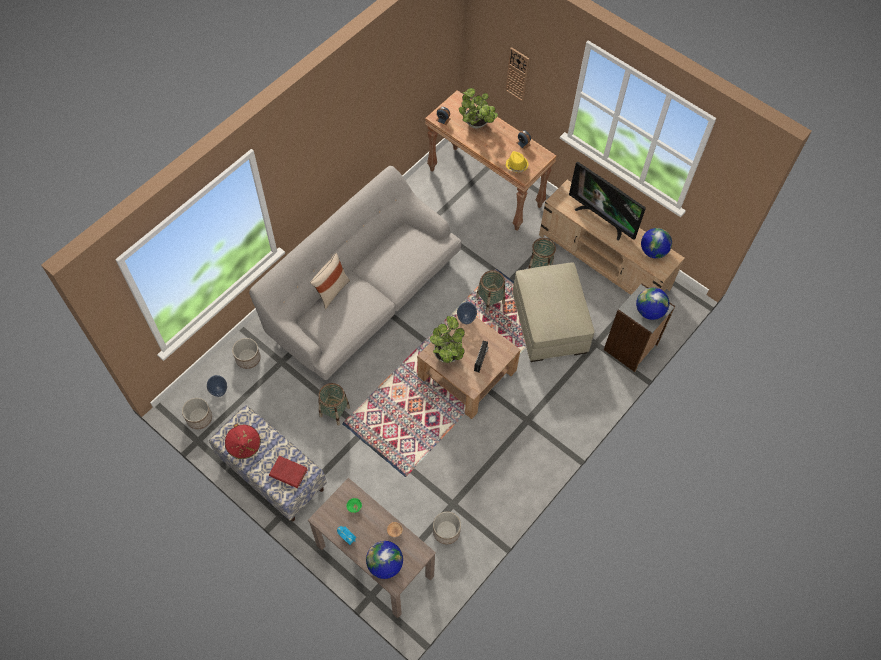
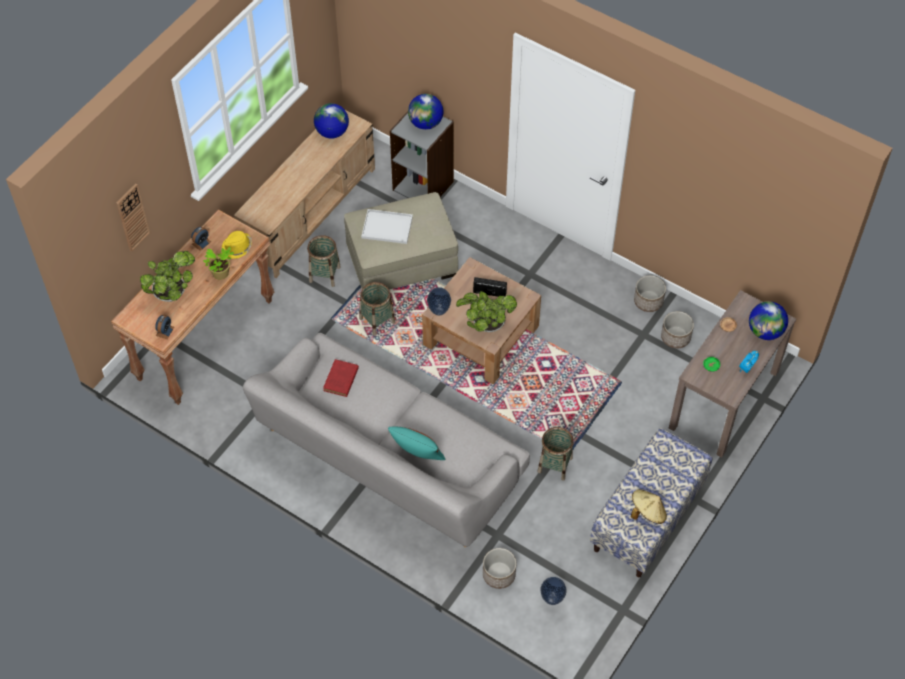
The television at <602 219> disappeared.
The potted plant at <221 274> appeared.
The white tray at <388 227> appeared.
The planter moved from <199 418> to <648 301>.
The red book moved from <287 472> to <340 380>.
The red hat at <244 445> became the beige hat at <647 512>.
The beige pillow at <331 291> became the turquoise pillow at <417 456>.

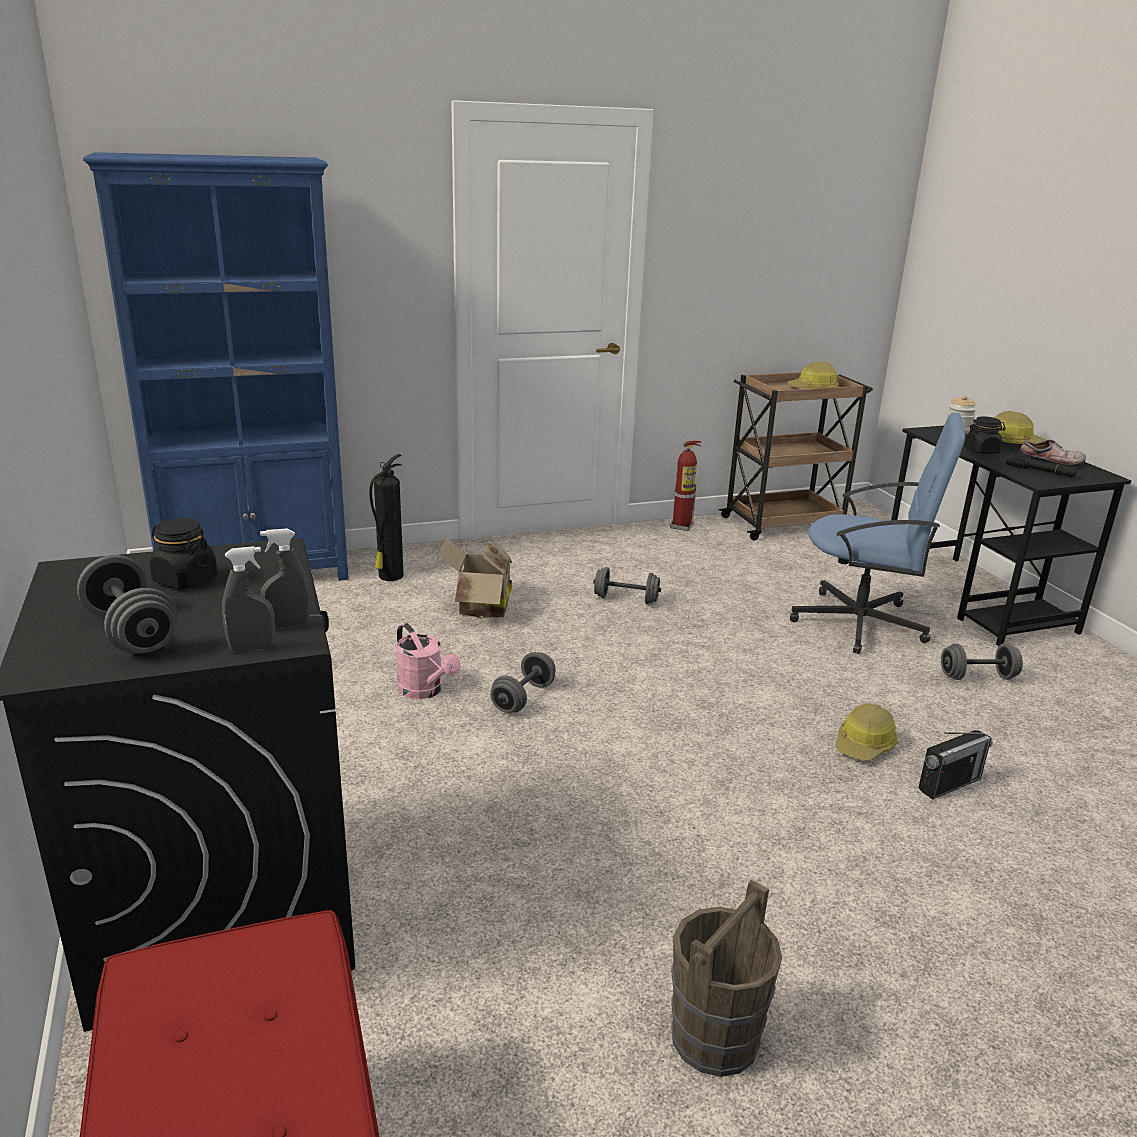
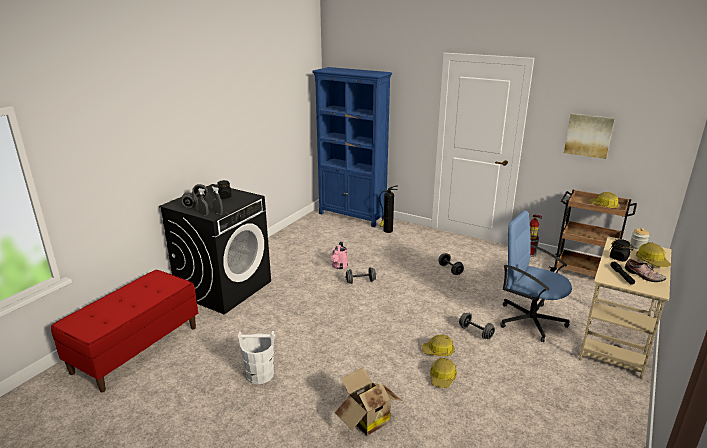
The picture at <588 135> appeared.
The cardboard box moved from <479 608> to <366 419>.
The grey dumbbell moved from <977 677> to <475 332>.
The radio at <949 784> was replaced by the hard hat at <442 378>.
The brown bucket at <714 1038> became the white bucket at <259 374>.
The black desk at <976 600> became the beige desk at <615 340>.
The blue office chair at <861 623> turned 150 degrees clockwise.

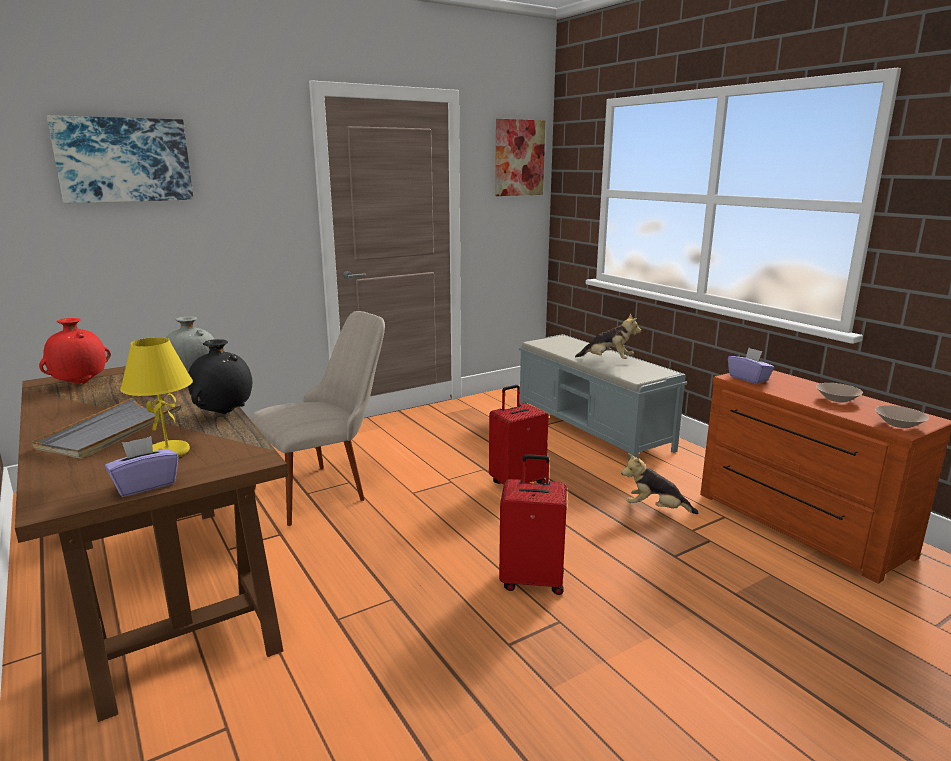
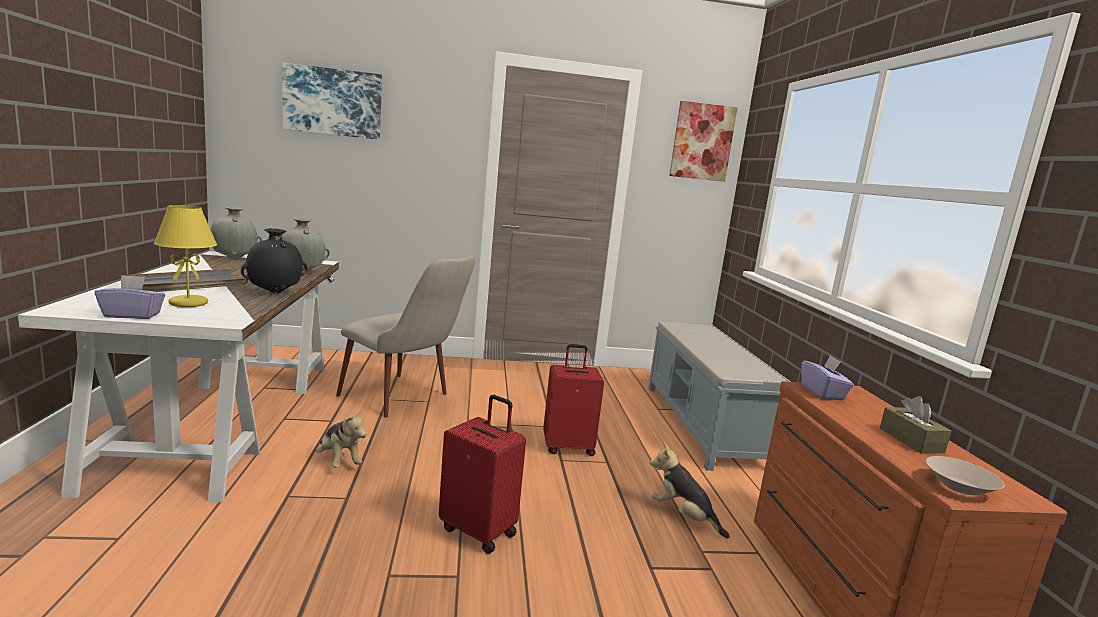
The plush toy moved from <608 360> to <339 461>.
The beige bowl at <837 399> was replaced by the brown tissue box at <911 440>.
The brown desk at <159 571> became the white desk at <224 417>.
The red vase at <81 383> became the grey vase at <235 259>.
The beige chair at <325 488> turned 45 degrees clockwise.

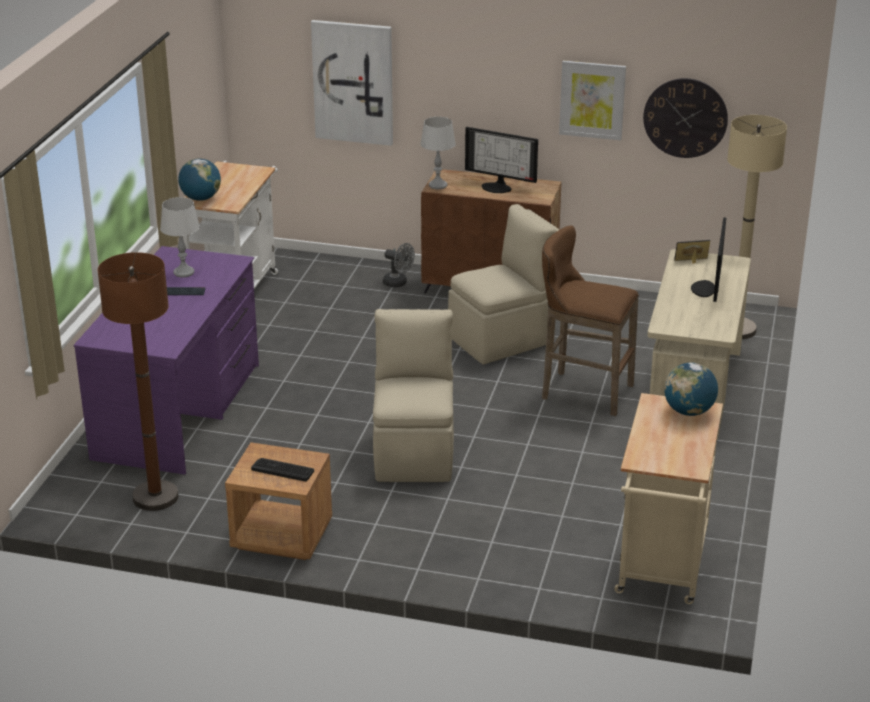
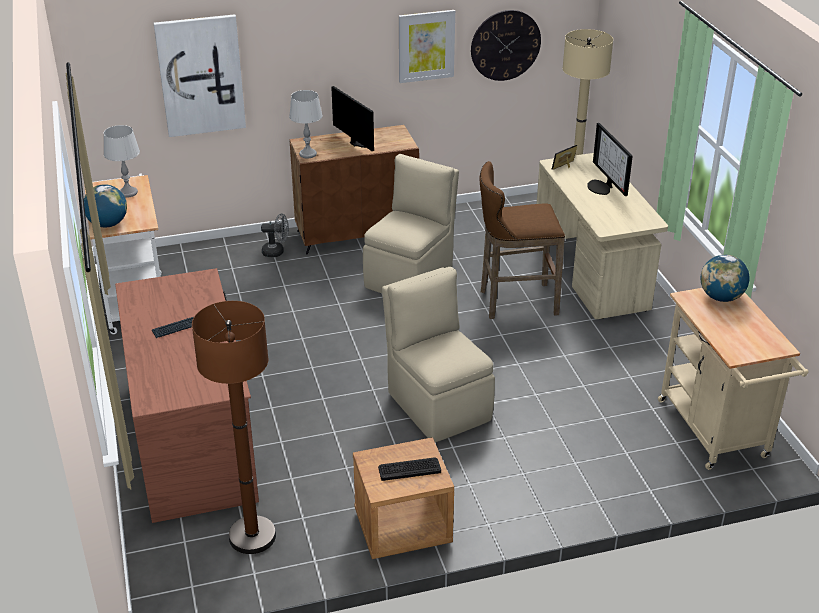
The grey table lamp moved from <184 272> to <128 192>.
The purple desk at <179 410> became the brown desk at <193 439>.
The monitor at <498 186> turned 120 degrees counterclockwise.

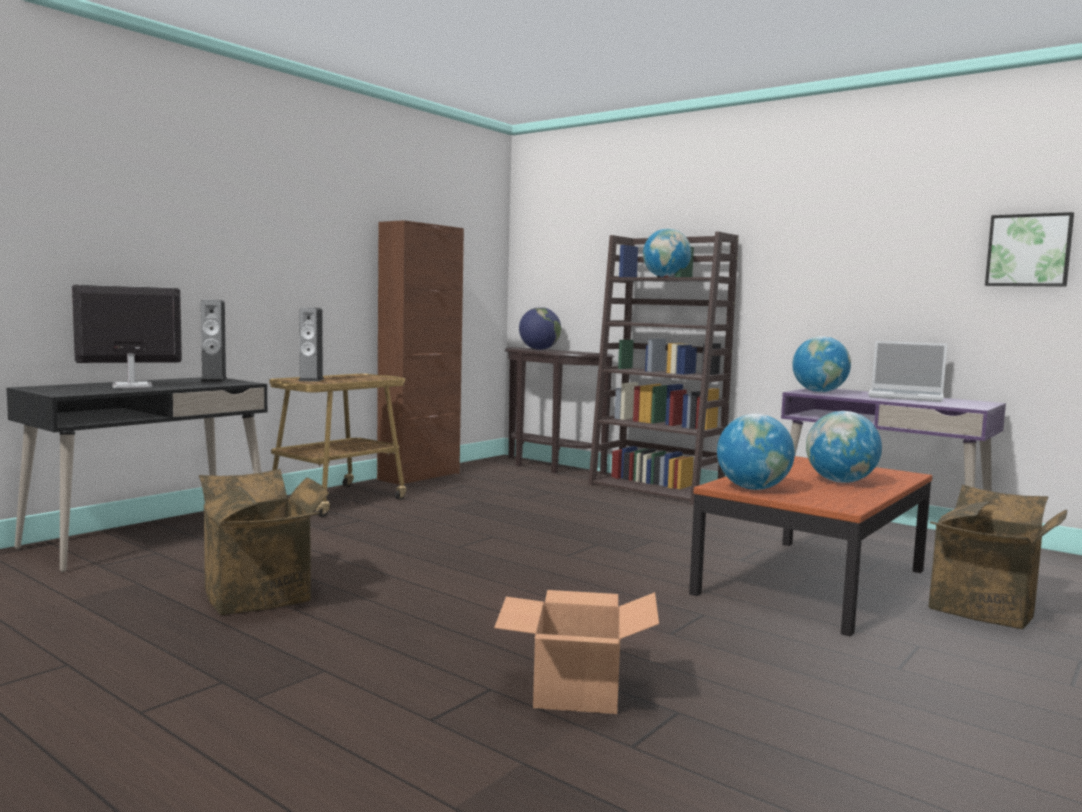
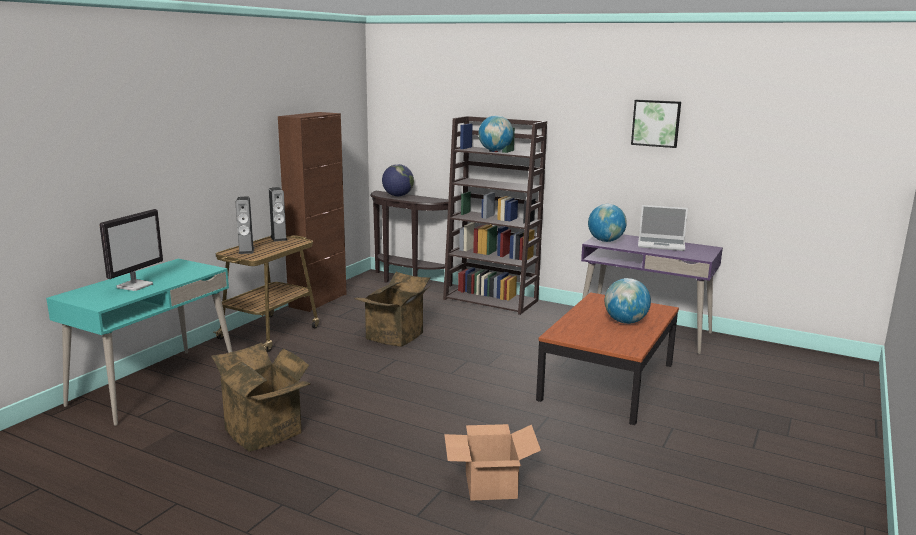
The globe at <753 488> disappeared.
The speaker moved from <214 380> to <278 238>.
The cardboard box moved from <987 609> to <396 337>.
The picture moved from <1029 250> to <656 123>.
The black desk at <148 537> became the turquoise desk at <154 385>.
The monitor at <130 386> turned 150 degrees clockwise.

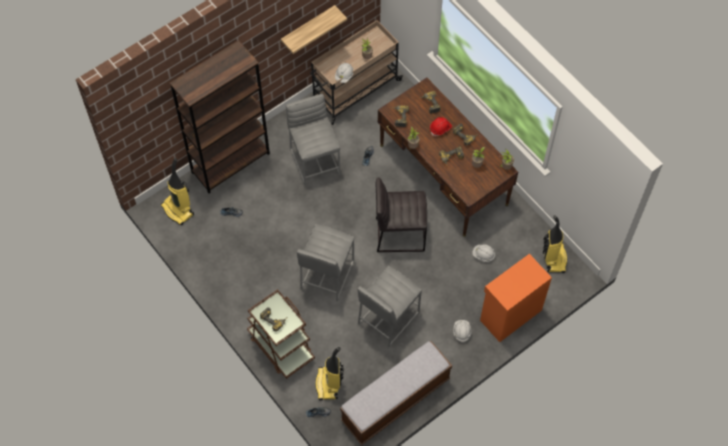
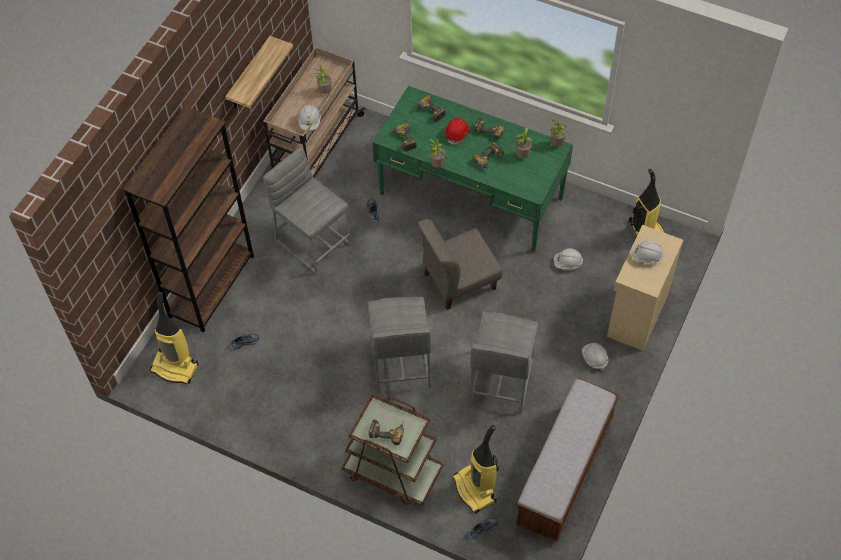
The white hard hat at <646 257> appeared.
The grey stool at <399 234> was replaced by the grey chair at <459 281>.
The brown desk at <443 174> became the green desk at <471 196>.
The orange cabinet at <509 315> became the beige cabinet at <636 315>.

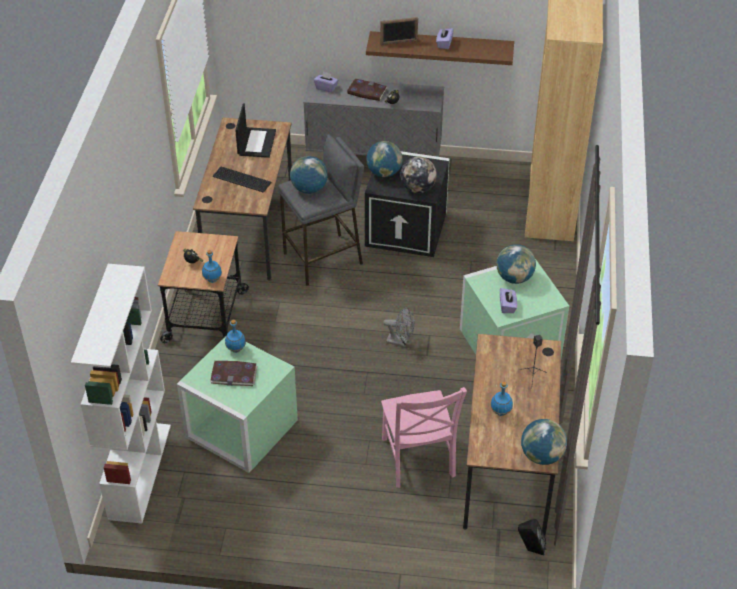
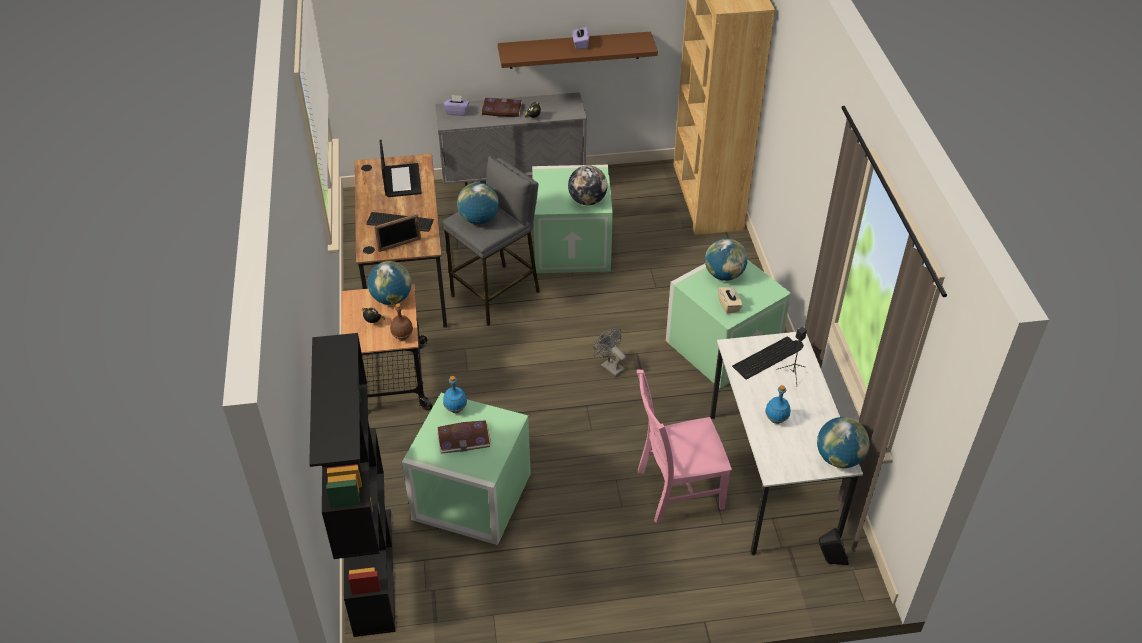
The keyboard at <768 358> appeared.
The globe moved from <384 173> to <391 298>.
The picture frame moved from <399 42> to <399 245>.
The white bookcase at <139 470> became the black bookcase at <372 570>.
The blue bottle at <212 279> became the brown bottle at <402 336>.
The black storage box at <407 228> became the green storage box at <572 246>.
The brown desk at <507 467> became the white desk at <771 477>.
The purple tissue box at <507 306> became the beige tissue box at <729 305>.
The pink chair at <418 460> turned 105 degrees clockwise.
The grey fan at <400 341> turned 135 degrees counterclockwise.

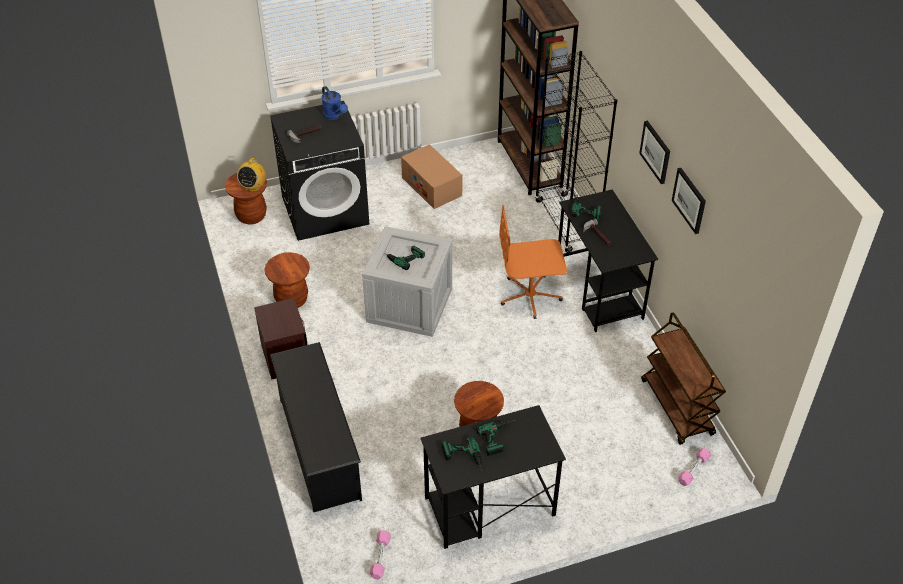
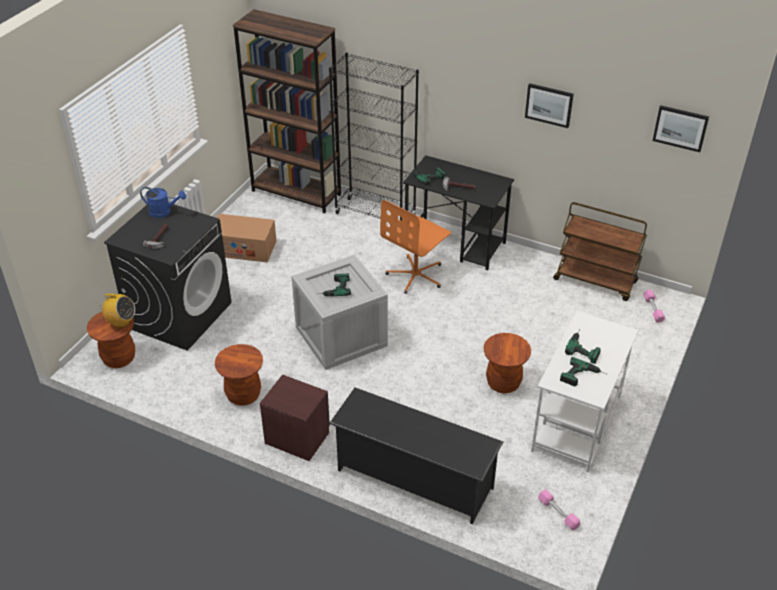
The picture moved from <655 152> to <680 128>.
The black desk at <488 507> became the white desk at <576 424>.
The radio at <253 187> turned 45 degrees counterclockwise.

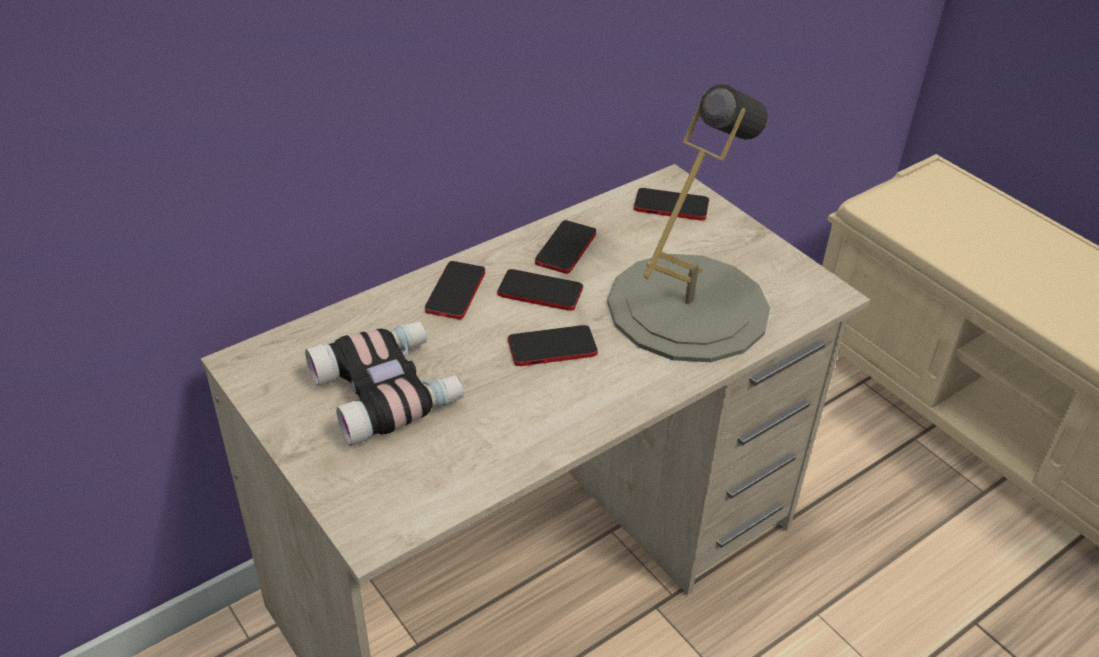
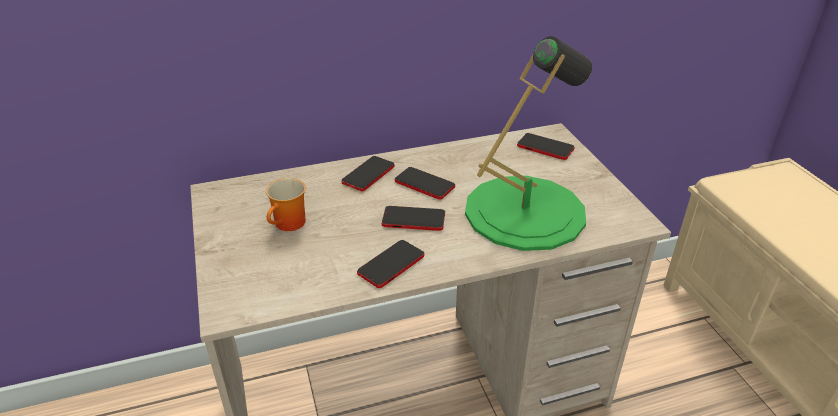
The phone moved from <565 248> to <391 264>.
The binoculars at <388 390> was replaced by the mug at <290 225>.
The grey table lamp at <687 306> became the green table lamp at <524 211>.

